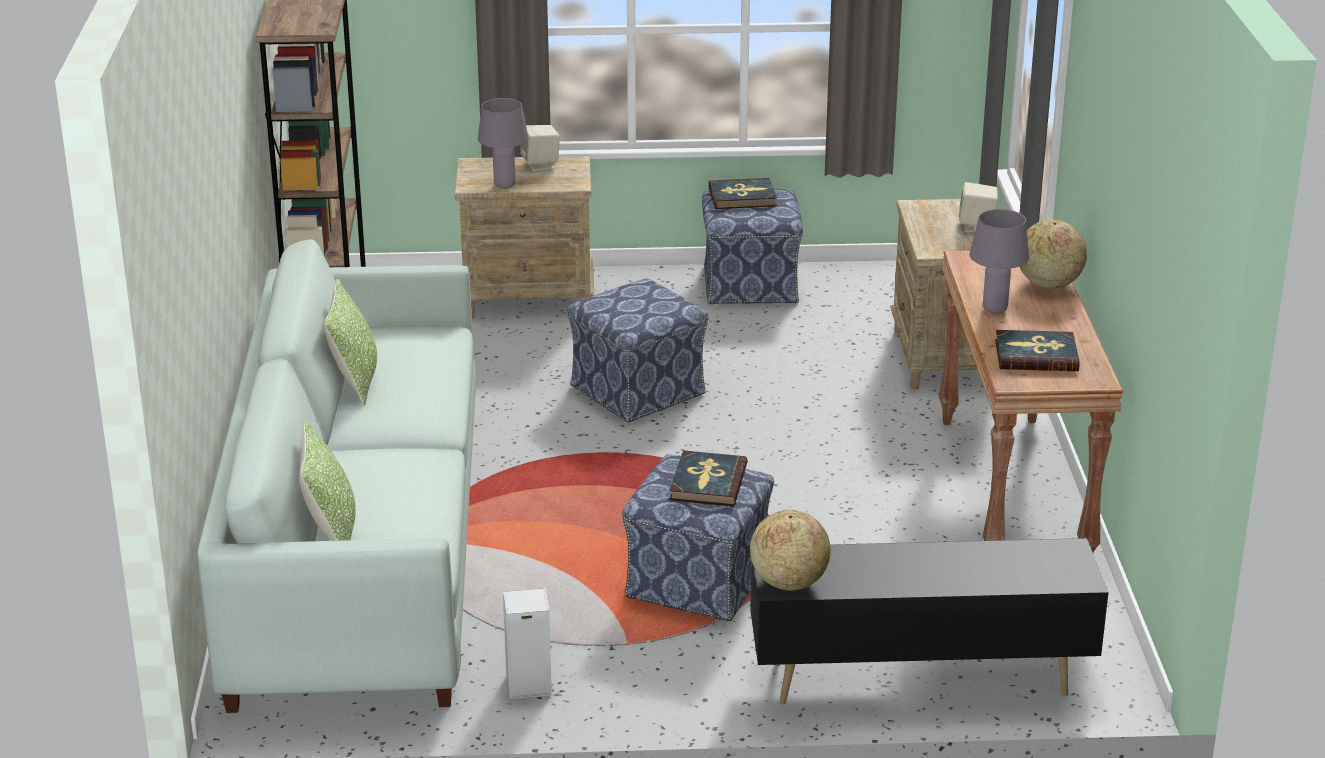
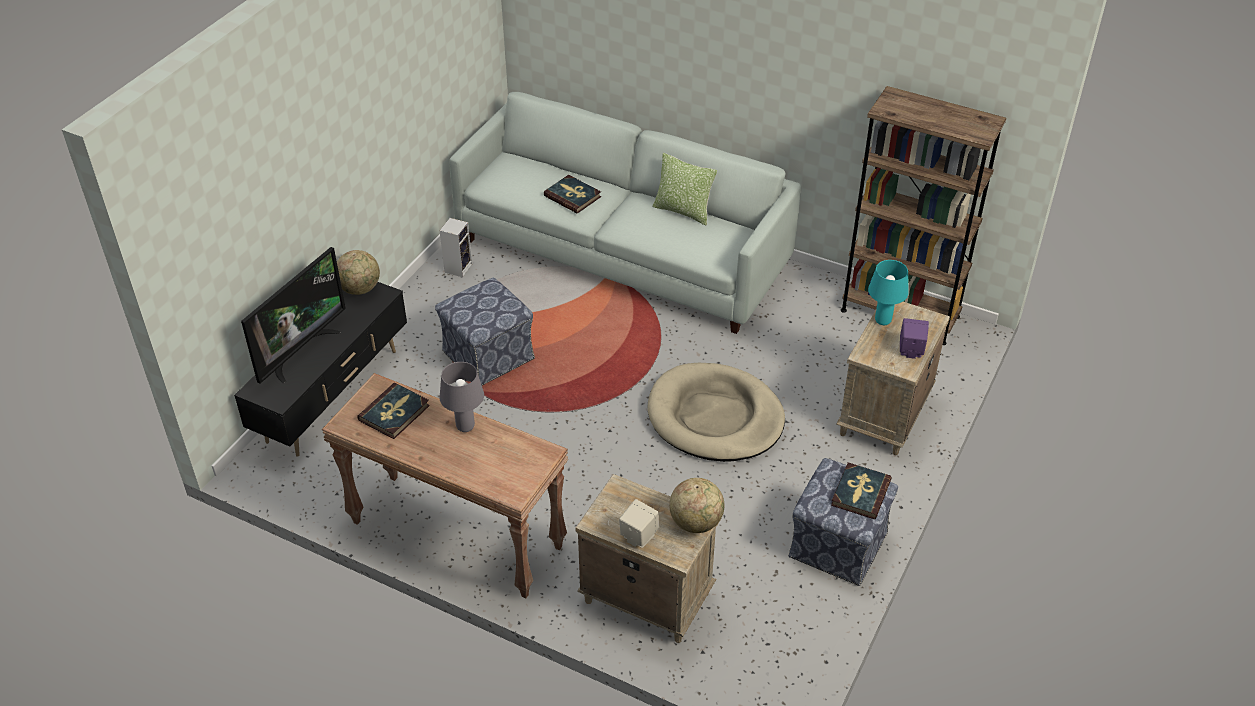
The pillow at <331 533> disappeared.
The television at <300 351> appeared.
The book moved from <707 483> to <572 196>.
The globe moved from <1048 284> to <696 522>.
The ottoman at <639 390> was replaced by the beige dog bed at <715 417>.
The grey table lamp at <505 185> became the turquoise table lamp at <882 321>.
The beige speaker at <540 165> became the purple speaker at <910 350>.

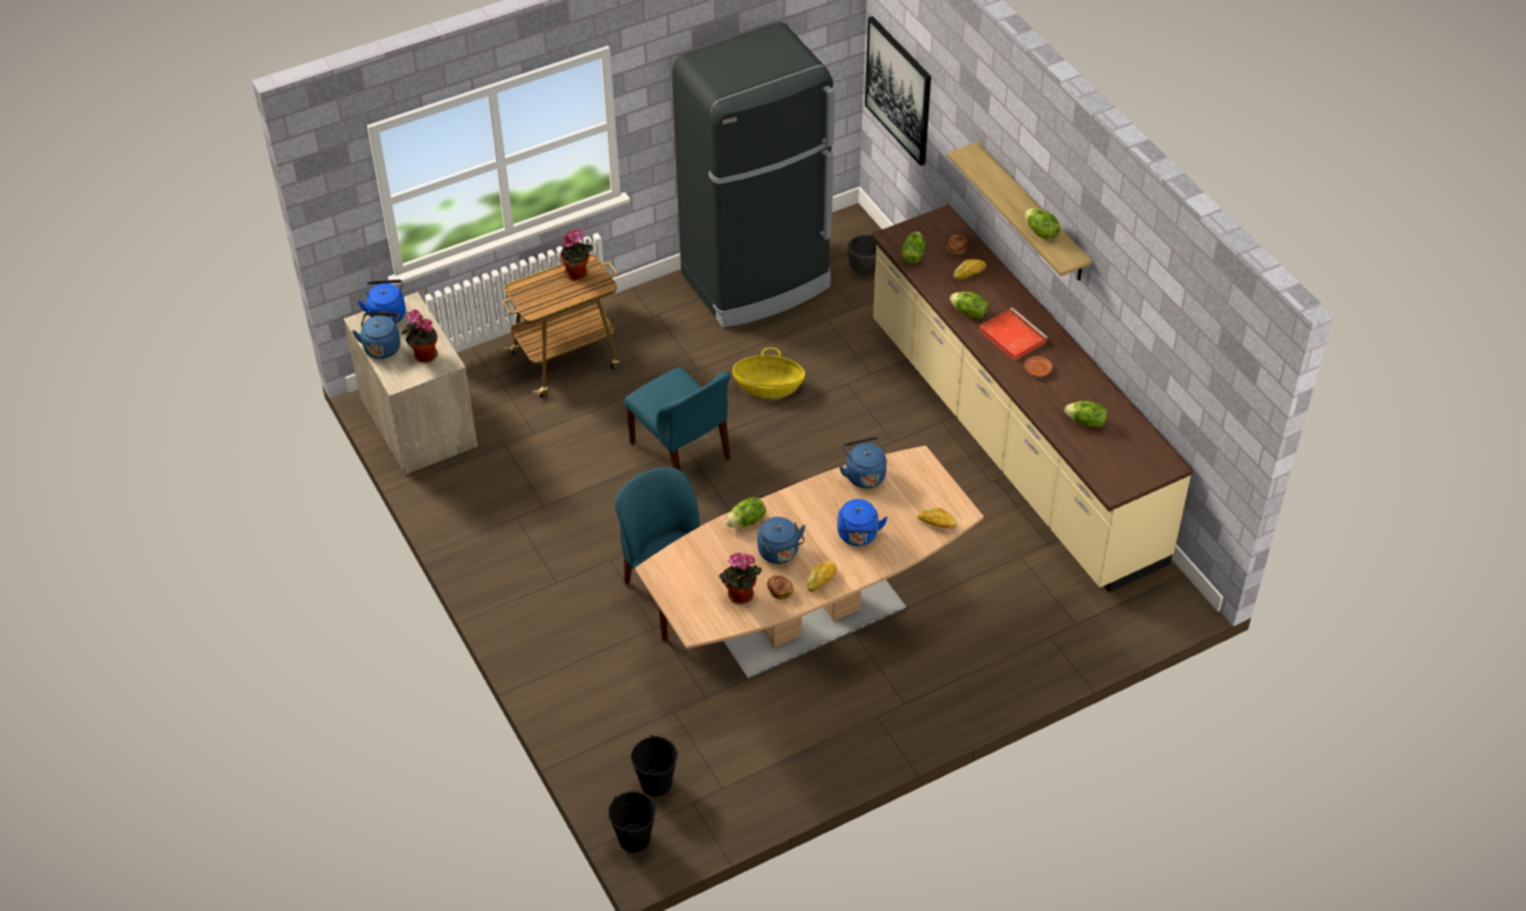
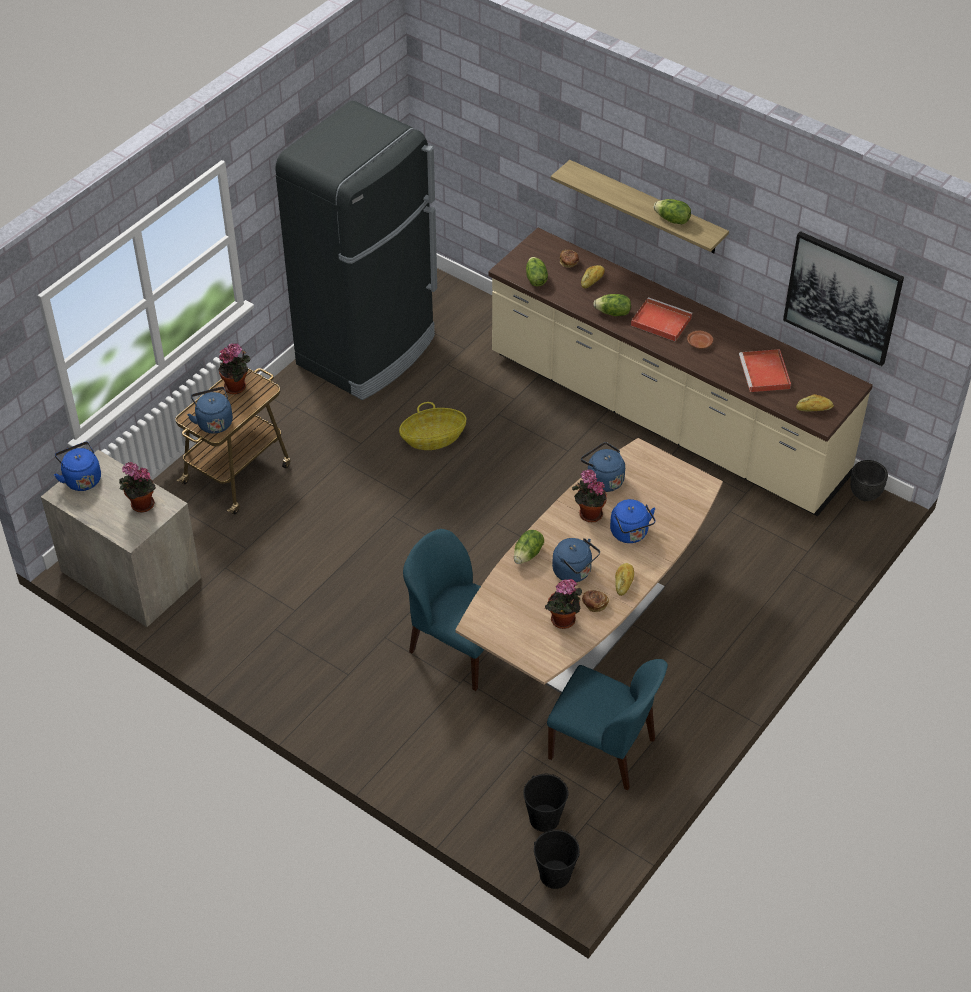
The potted plant at <588 514> appeared.
The blue kettle moved from <382 346> to <214 422>.
The blue chair moved from <682 452> to <604 749>.
The black planter moved from <864 269> to <865 494>.
The picture moved from <899 90> to <842 297>.
The bread moved from <937 523> to <814 409>.
The lettuce at <1086 422> was replaced by the red tray at <765 373>.

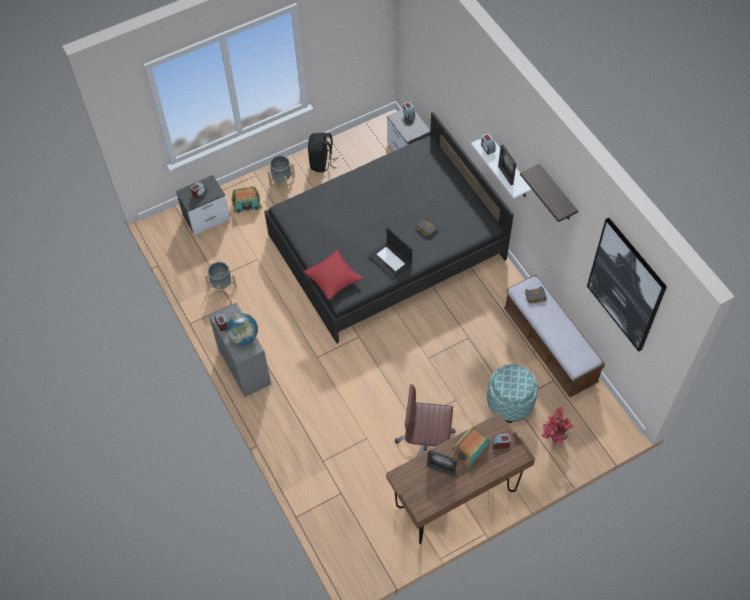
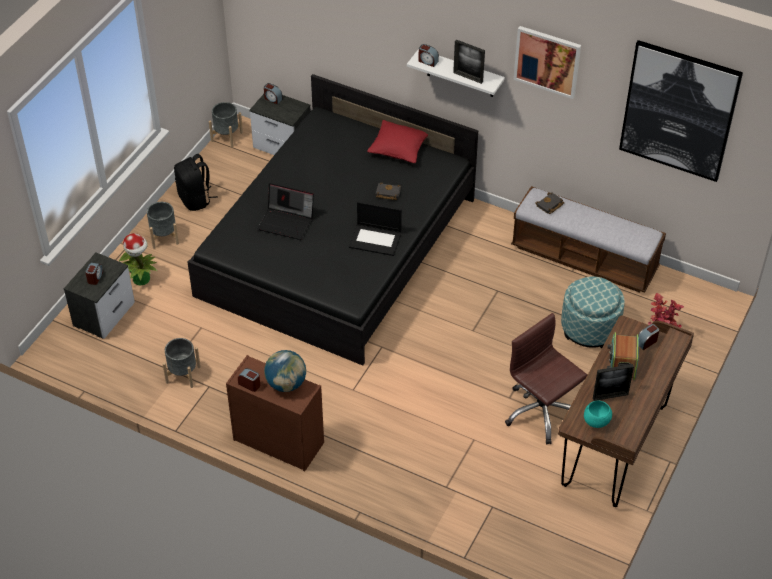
The grey planter at <227 137> appeared.
The laptop at <287 222> appeared.
The turquoise bowl at <596 422> appeared.
The red pillow moved from <333 279> to <399 148>.
The radio at <247 204> was replaced by the potted plant at <142 279>.
The shelf at <557 194> was replaced by the picture at <547 61>.
The grey dresser at <244 366> became the brown dresser at <277 441>.
The brown office chair at <426 445> turned 75 degrees clockwise.

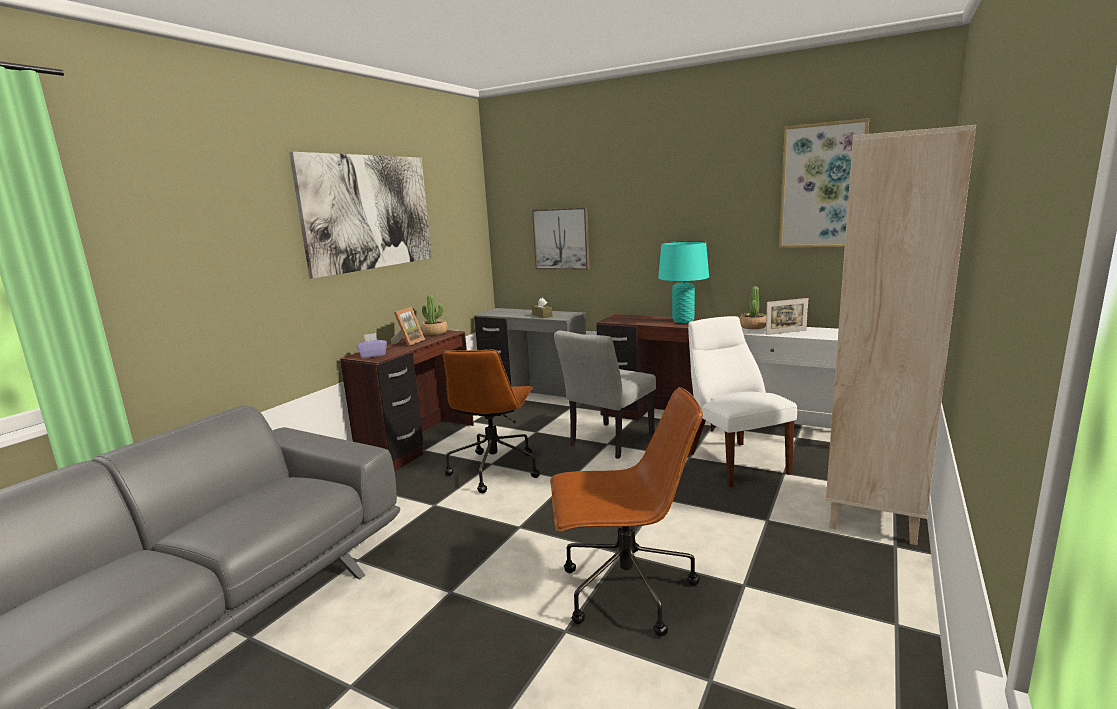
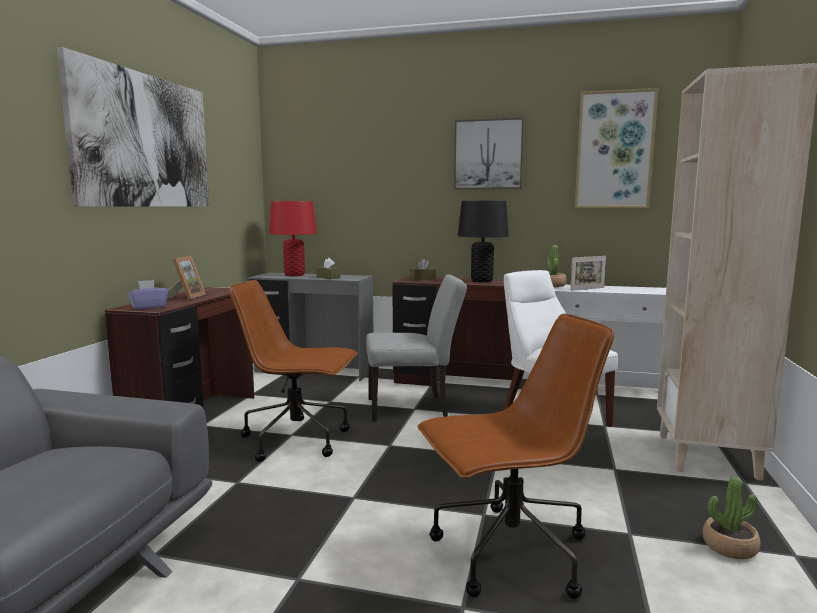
The red table lamp at <294 275> appeared.
The brown tissue box at <422 279> appeared.
The potted plant moved from <435 332> to <729 547>.
The picture moved from <561 239> to <488 154>.
The turquoise table lamp at <683 321> became the black table lamp at <482 281>.
The brown office chair at <494 469> turned 105 degrees clockwise.
The grey chair at <608 443> turned 120 degrees counterclockwise.

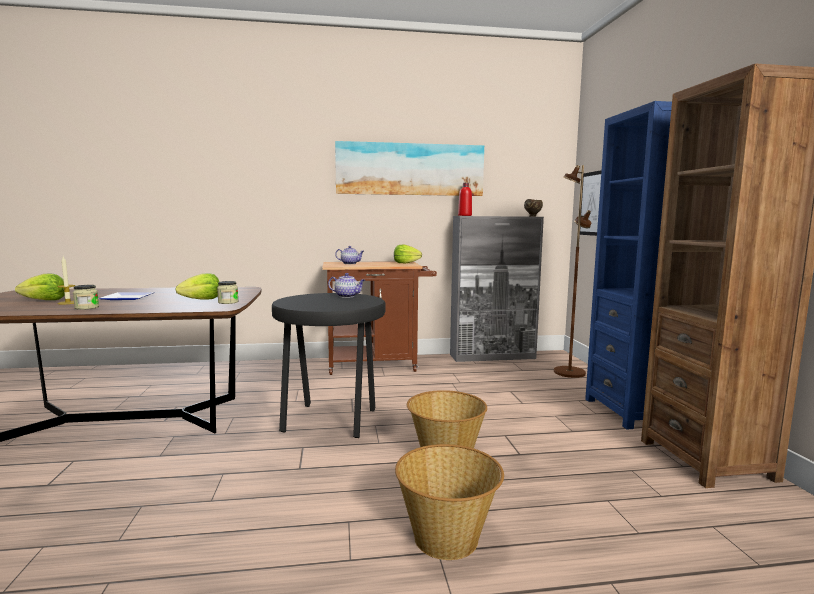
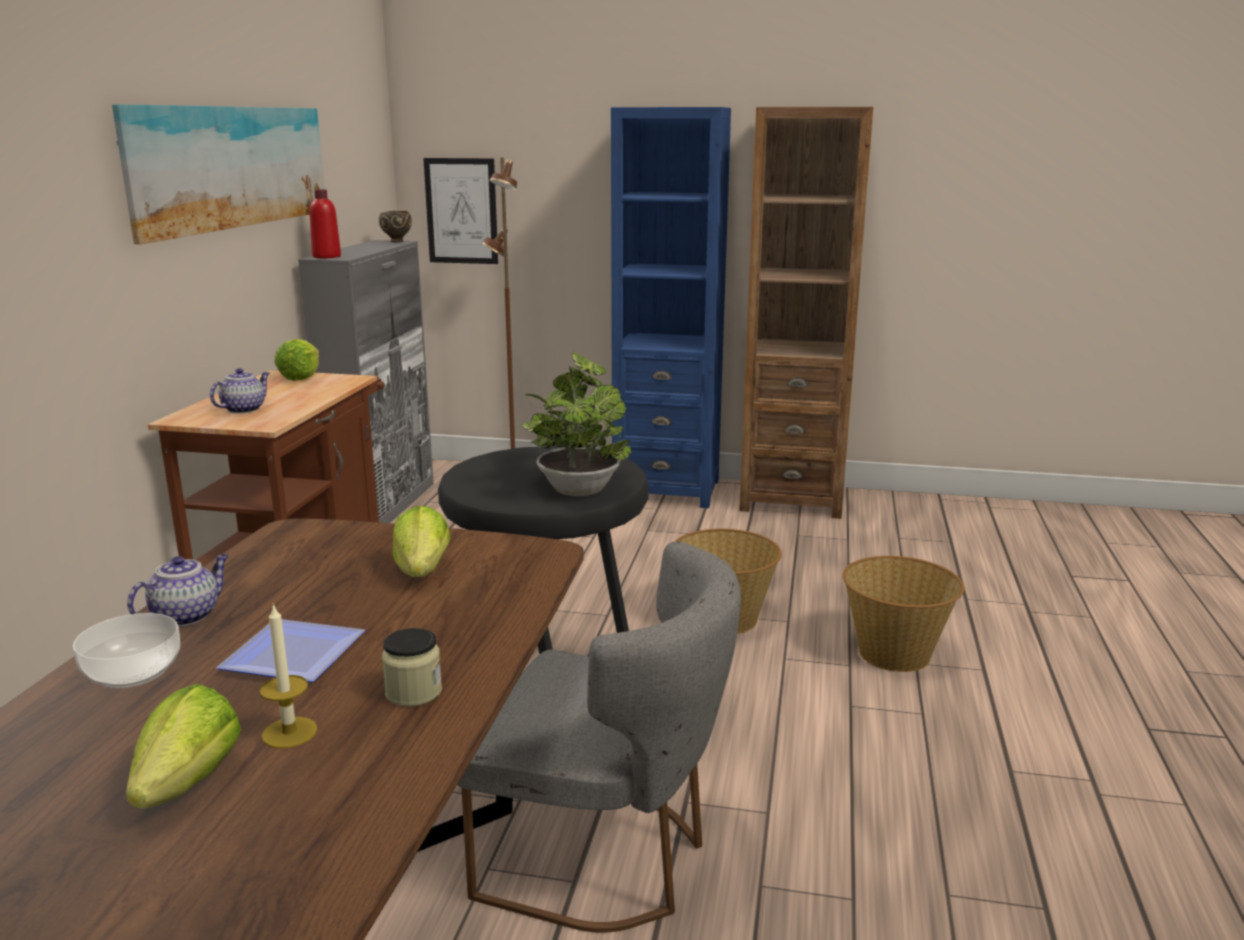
The jar at <228 302> disappeared.
The bowl at <131 671> appeared.
The grey chair at <608 858> appeared.
The potted plant at <579 488> appeared.
The teapot moved from <347 296> to <186 615>.

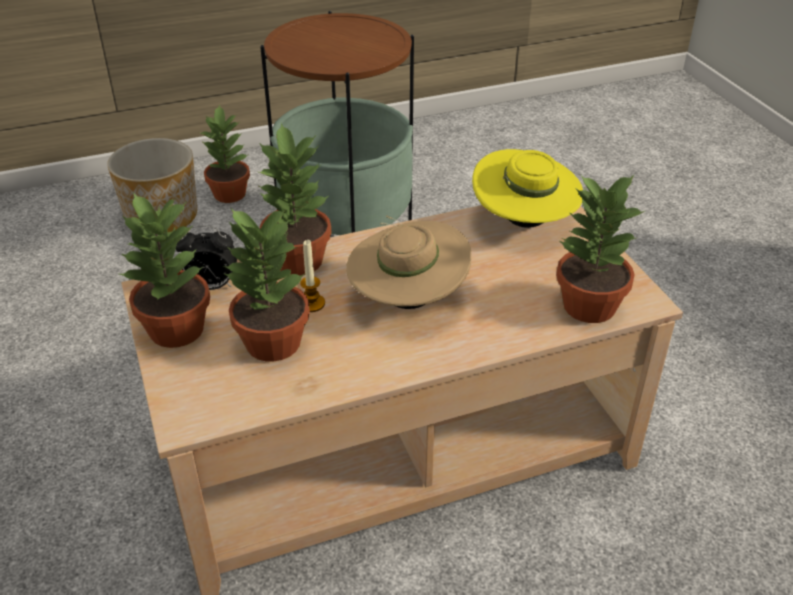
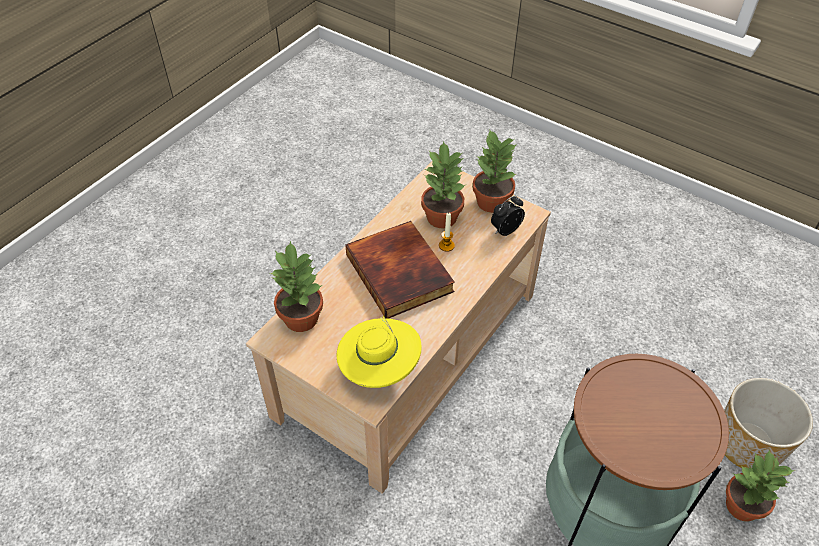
The potted plant at <299 260> disappeared.
The beige hat at <407 299> was replaced by the book at <401 272>.

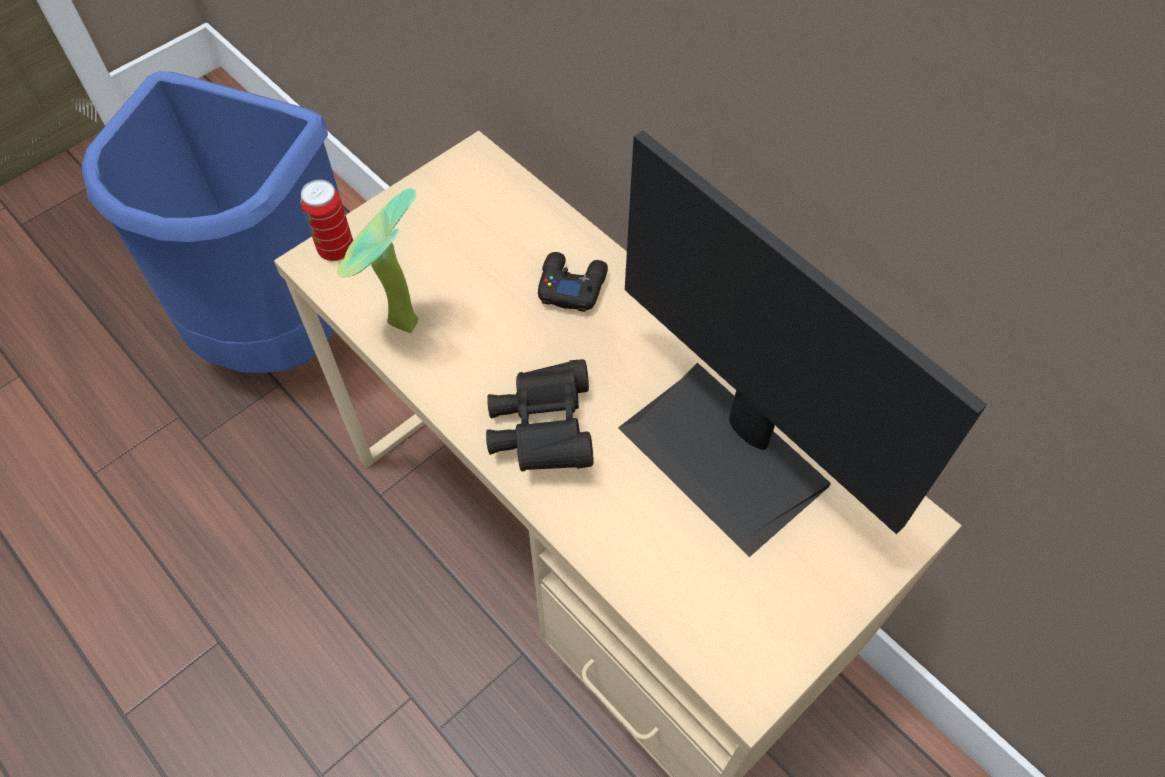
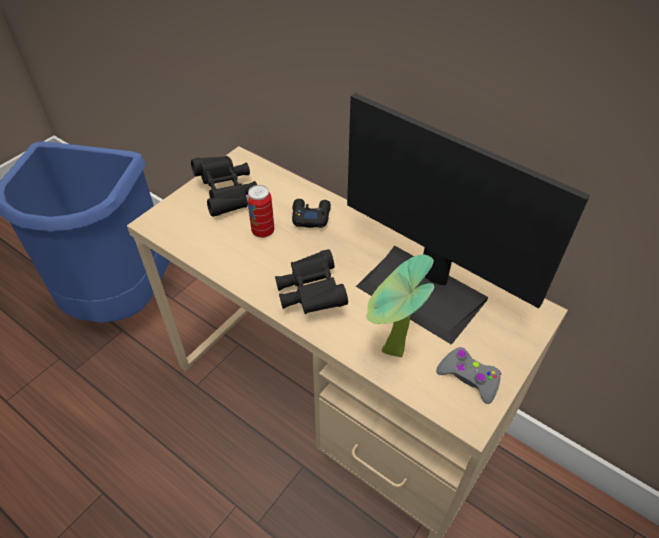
The black binoculars at <227 194> appeared.
The grey game controller at <469 378> appeared.
The can moved from <336 250> to <263 231>.
The potted plant moved from <397 326> to <390 354>.

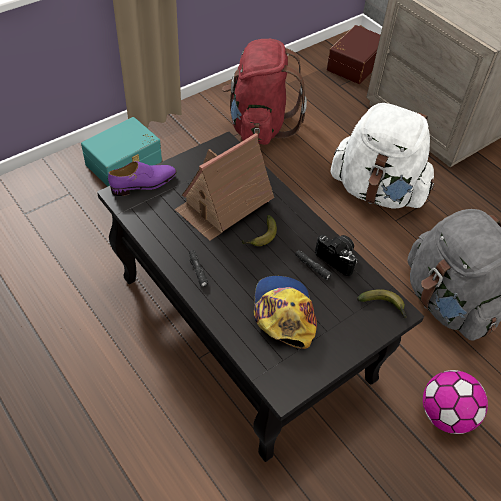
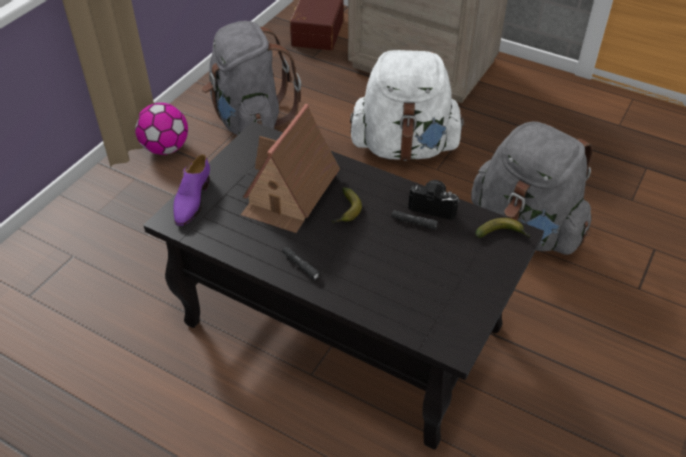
The turquoise storage box at <125 163> disappeared.
The cap at <284 313> disappeared.
The football moved from <446 415> to <165 148>.
The red backpack at <259 125> became the grey backpack at <250 120>.
The purple shoe at <144 184> turned 150 degrees clockwise.

